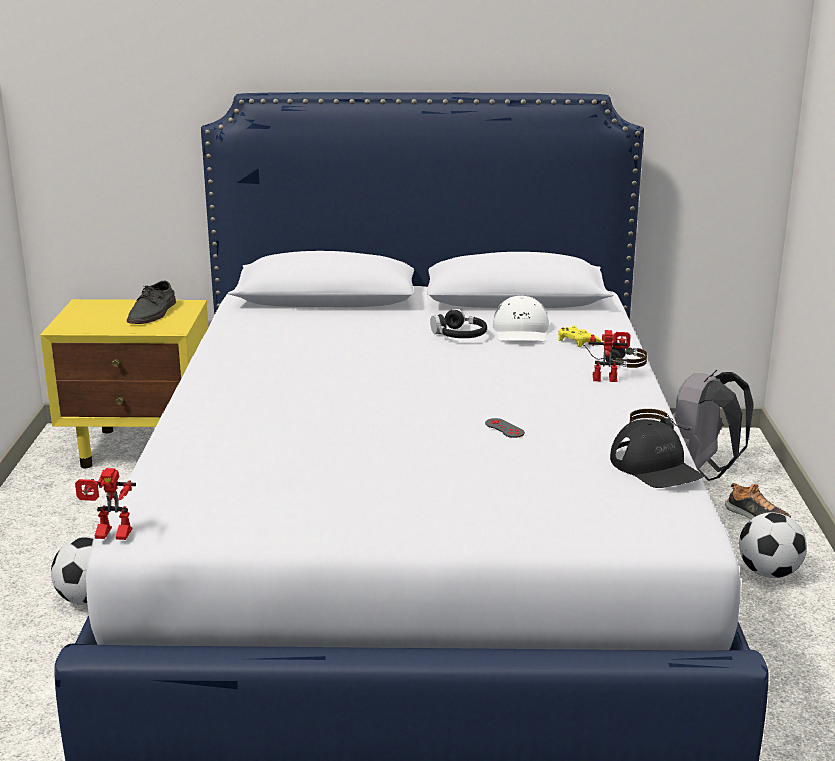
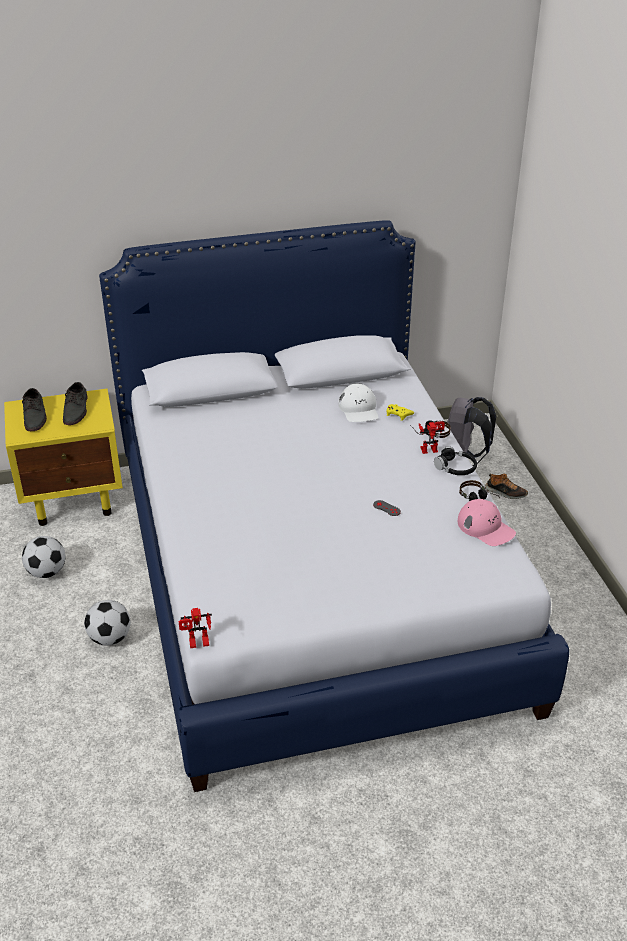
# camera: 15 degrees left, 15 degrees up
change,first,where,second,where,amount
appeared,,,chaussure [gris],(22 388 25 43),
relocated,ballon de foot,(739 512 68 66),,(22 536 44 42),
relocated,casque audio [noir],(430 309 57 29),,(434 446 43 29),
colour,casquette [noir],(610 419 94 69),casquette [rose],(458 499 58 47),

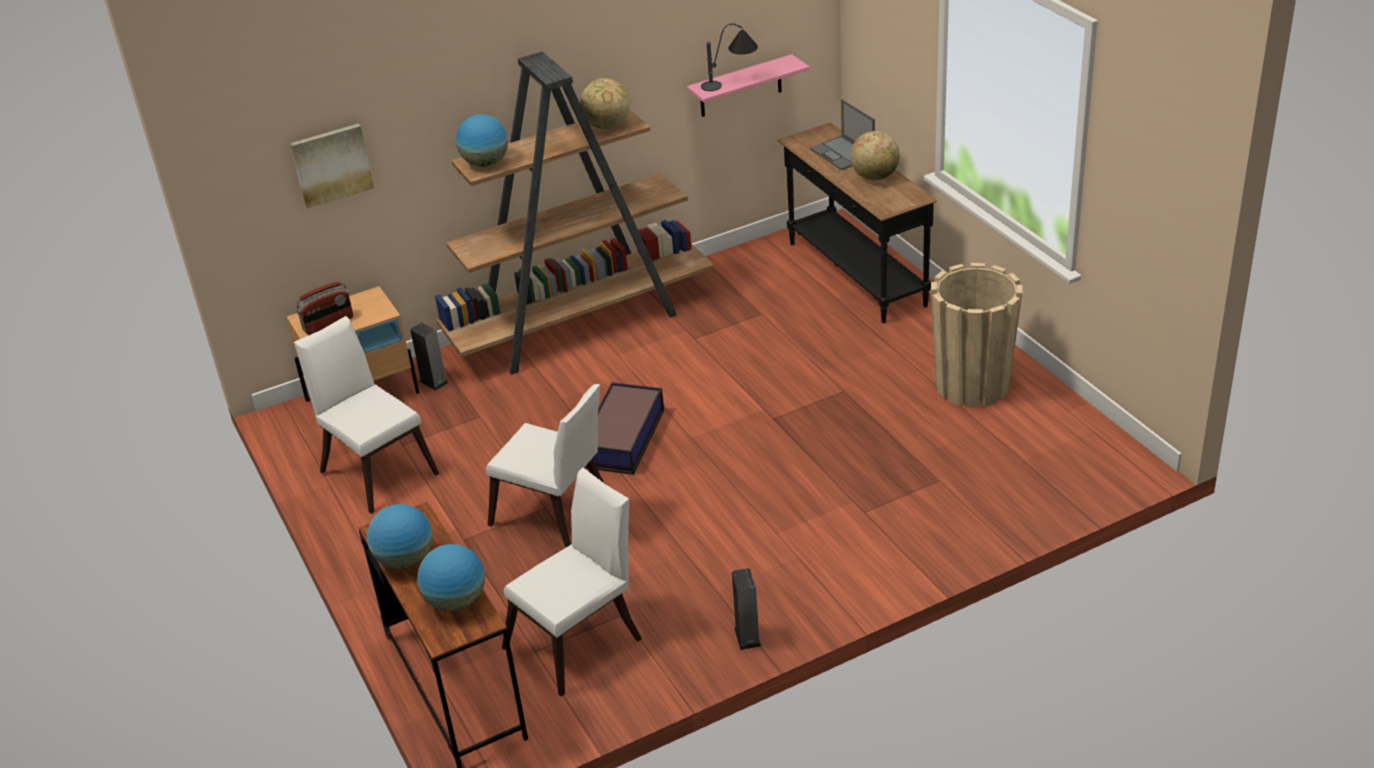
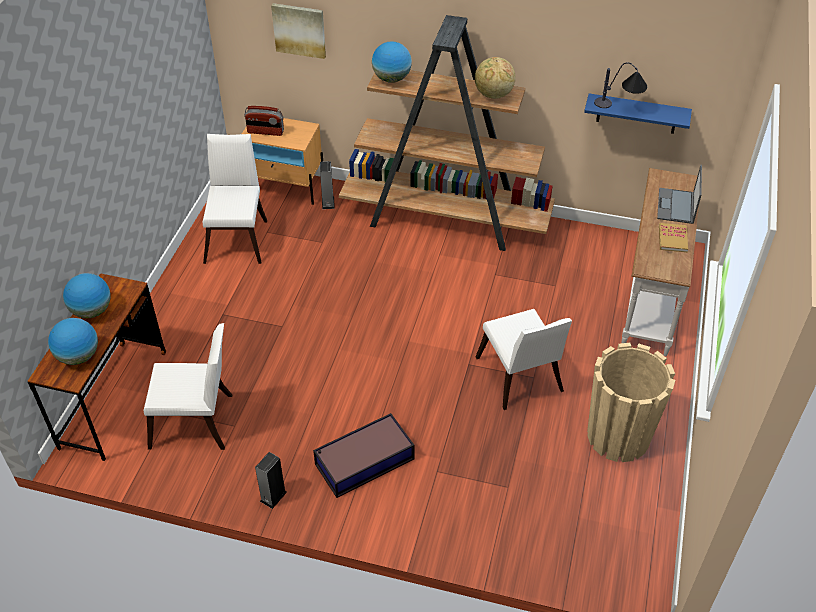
# camera: 40 degrees right, 10 degrees up
change,first,where,second,where,amount
relocated,boîte de rangement,(584 382 80 93),,(313 413 102 85),
relocated,chaise [blanc],(486 384 119 164),,(476 309 96 101),
colour,étagère [rose],(687 54 123 63),étagère [bleu],(584 93 108 41),
colour,table console [noir],(777 123 160 200),table console [blanc],(621 168 78 188),
exchanged,globe,(850 131 50 49),livre,(659 223 29 29),

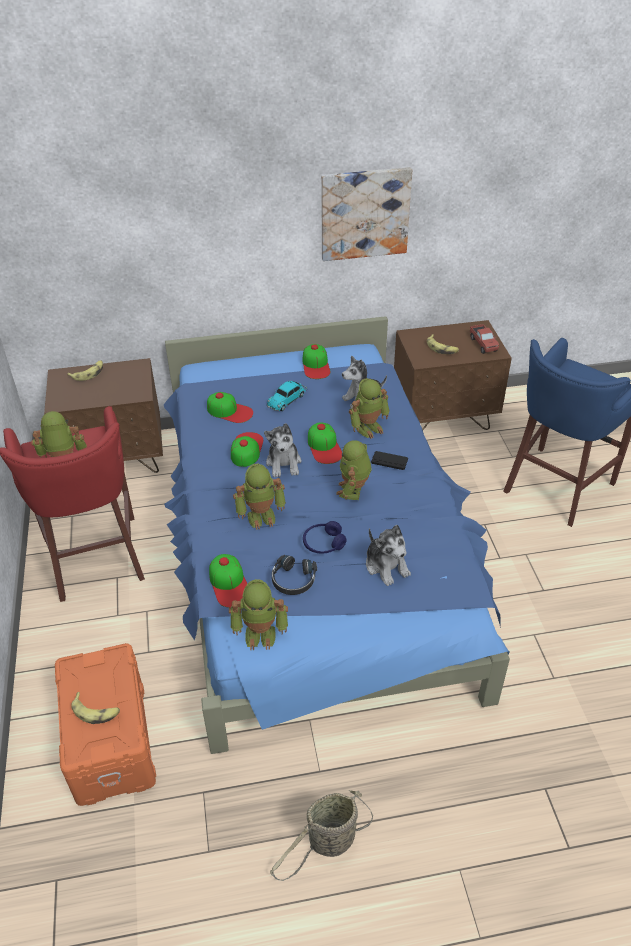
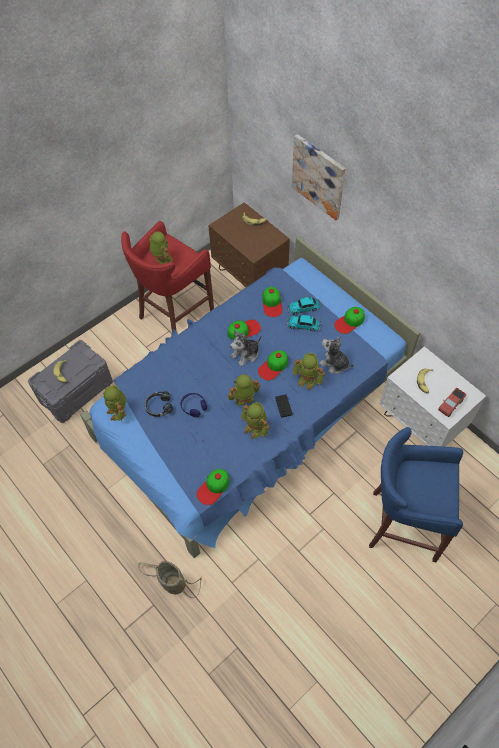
# camera: 60 degrees right, 15 degrees up
change,first,where,second,where,amount
colour,boîte de rangement [orange],(55 643 101 163),boîte de rangement [gris],(28 340 85 83),
relocated,panier,(270 790 103 91),,(138 561 64 37),
relocated,casquette,(209 554 39 54),,(197 469 33 36),
relocated,robot jouet,(233 463 53 67),,(241 402 29 37),
appeared,,,petite voiture,(287 297 34 18),
relocated,tableau,(321 167 91 94),,(292 134 53 86),
colour,table de chevet [marron],(394 320 118 110),table de chevet [blanc],(379 346 107 101),
missing,peluche,(366 525 45 61),,,

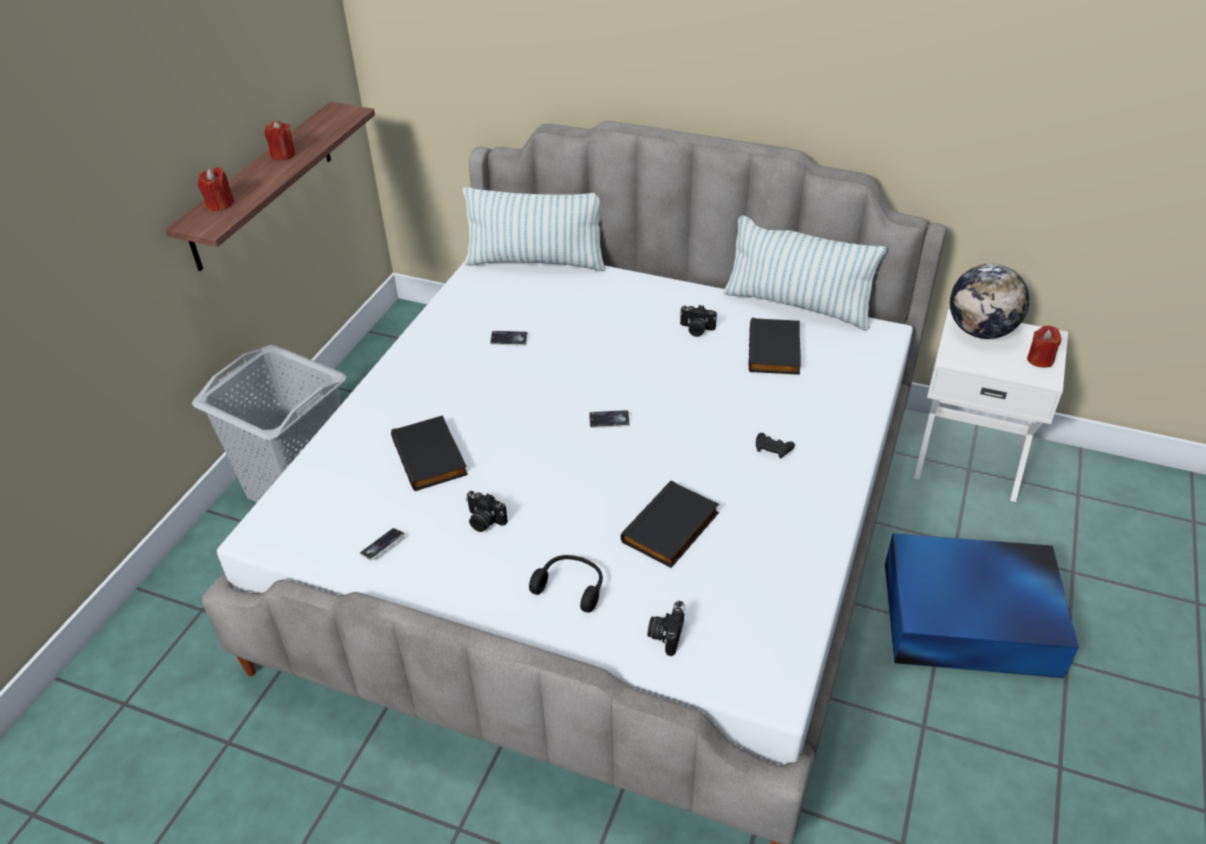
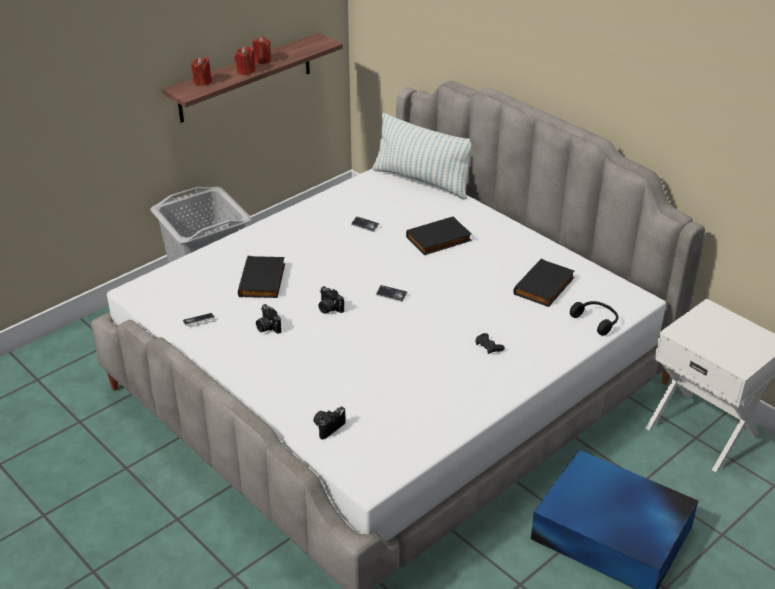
# camera: 25 degrees right, 5 degrees down
change,first,where,second,where,amount
relocated,bougie [rouge],(1027 325 35 43),,(235 46 21 29),
relocated,appareil photo,(680 305 37 32),,(318 286 26 28),
relocated,livre [noir],(621 480 98 88),,(406 216 66 39),
relocated,casque audio [noir],(529 555 74 58),,(570 301 48 35),
missing,coussin,(723 215 164 116),,,
missing,globe,(950 264 79 75),,,

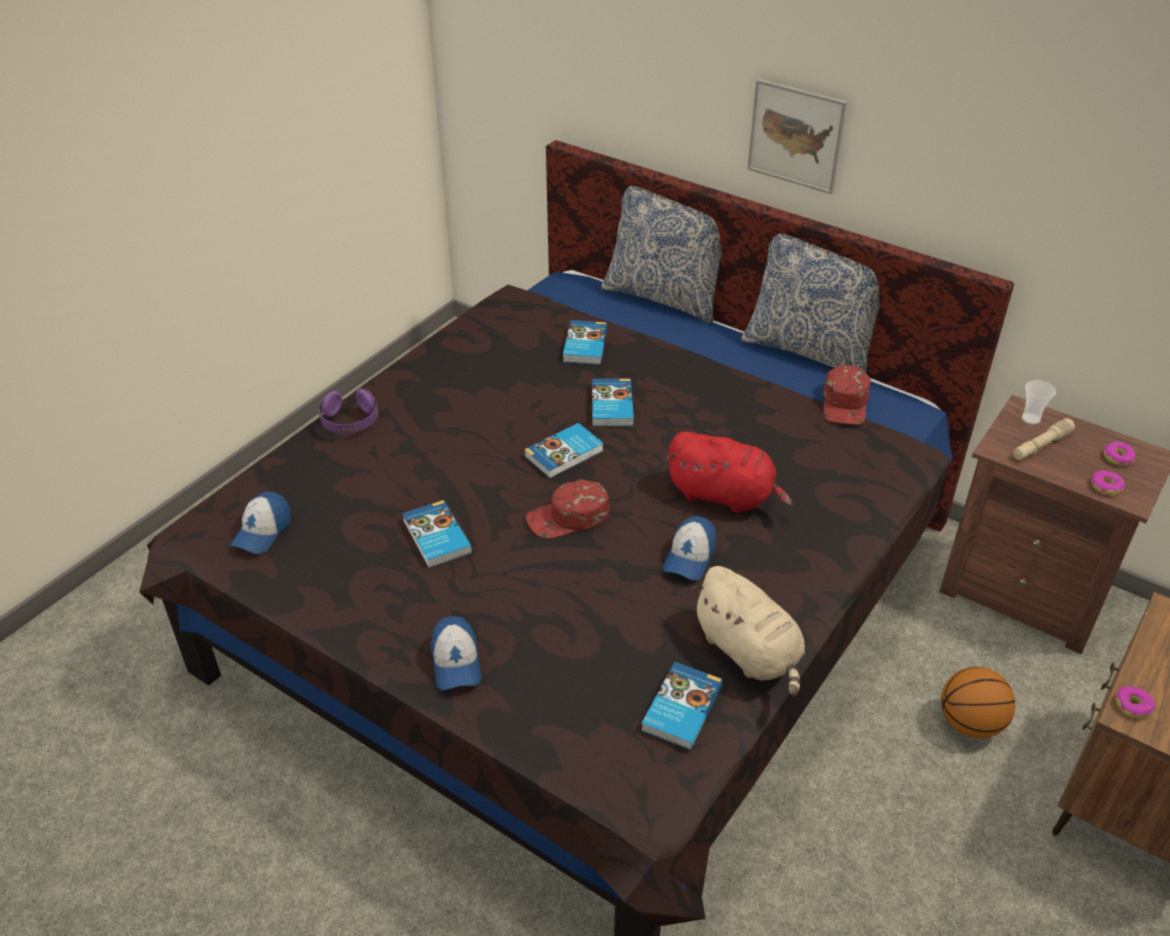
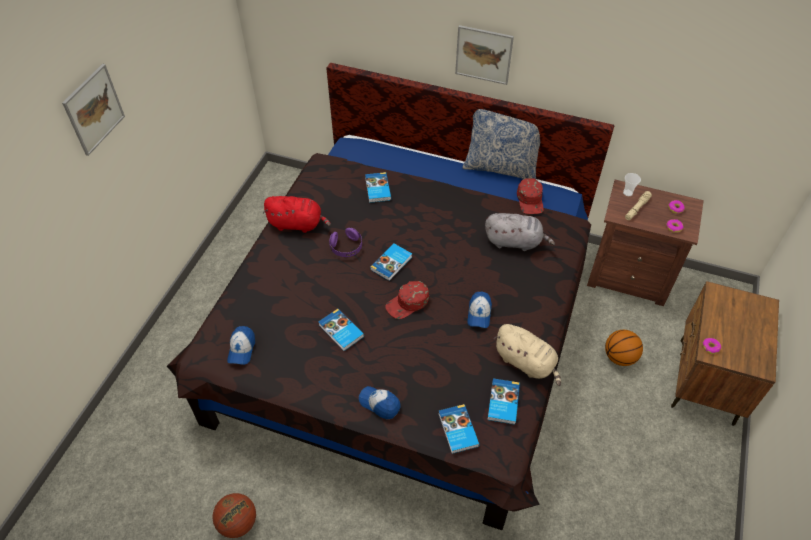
# camera: 15 degrees left, 10 degrees up
change,first,where,second,where,amount
appeared,,,tableau,(62 64 63 92),
appeared,,,ballon de basket,(213 493 43 45),
relocated,peluche [rouge],(666 432 126 81),,(263 196 68 37),
relocated,casque audio [violet],(319 389 59 45),,(329 228 33 29),
spun,casquette,(431 617 50 73),,(359 386 41 33),150 degrees clockwise
relocated,livre,(592 379 42 47),,(439 404 40 50),
appeared,,,peluche [gris],(485 213 70 38),
missing,coussin,(601 186 121 138),,,

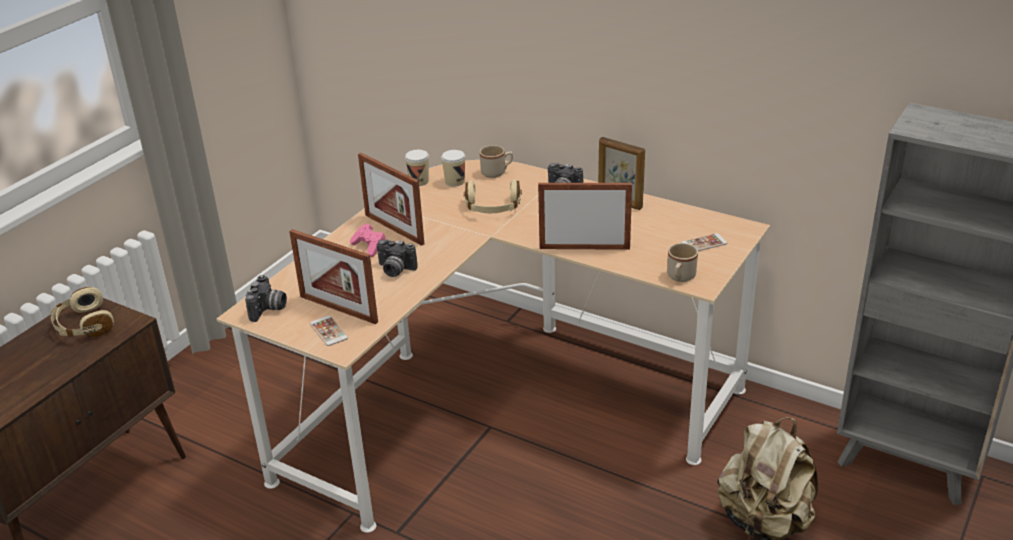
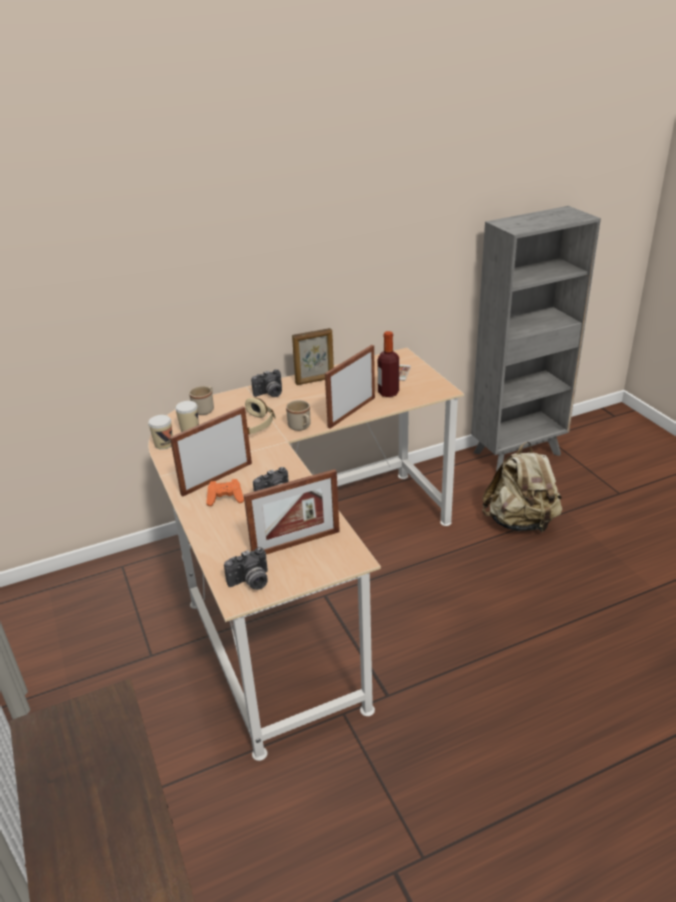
# camera: 55 degrees left, 0 degrees up
change,first,where,second,where,amount
spun,cadre photo,(358 153 66 93),,(170 406 82 91),150 degrees clockwise
colour,manette [rose],(350 224 36 33),manette [orange],(206 479 38 27),
spun,appareil photo,(245 275 42 47),,(224 547 44 43),105 degrees clockwise
relocated,mug [beige],(667 243 31 39),,(286 400 24 31),
appeared,,,bouteille,(378 331 21 66),
missing,casque audio [beige],(51 287 63 50),,,
missing,téléphone,(310 315 38 31),,,

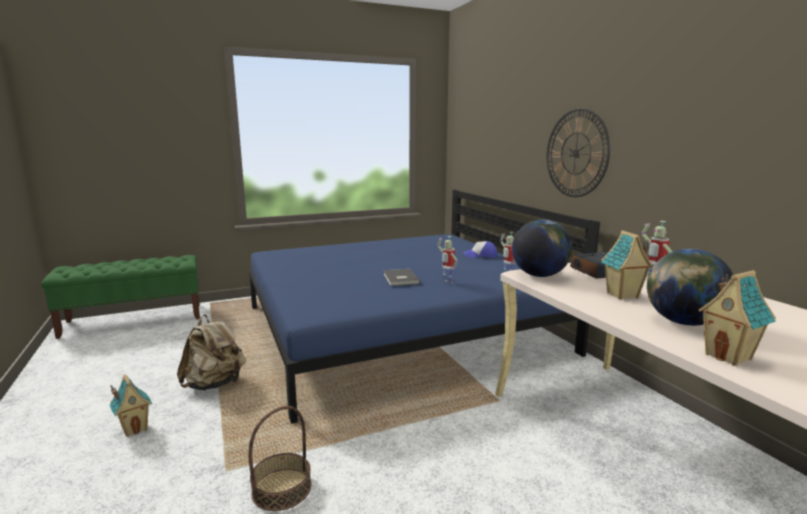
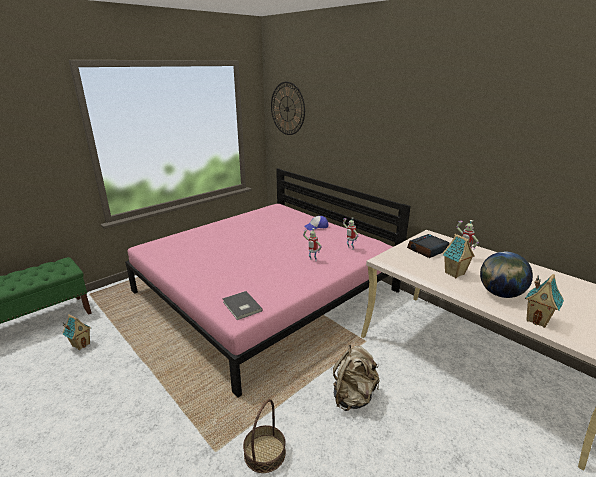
# camera: 20 degrees left, 10 degrees up
change,first,where,second,where,amount
relocated,maison miniature,(110 374 42 63),,(62 314 29 36),
colour,lit [bleu],(249 190 351 234),lit [rose],(125 168 286 229),
relocated,livre [gris],(383 269 37 17),,(222 291 41 29),
relocated,horloge murale,(547 108 63 89),,(271 82 34 53),
relocated,sac à dos [beige],(177 315 69 75),,(333 345 46 66),
missing,globe,(512 220 60 57),,,

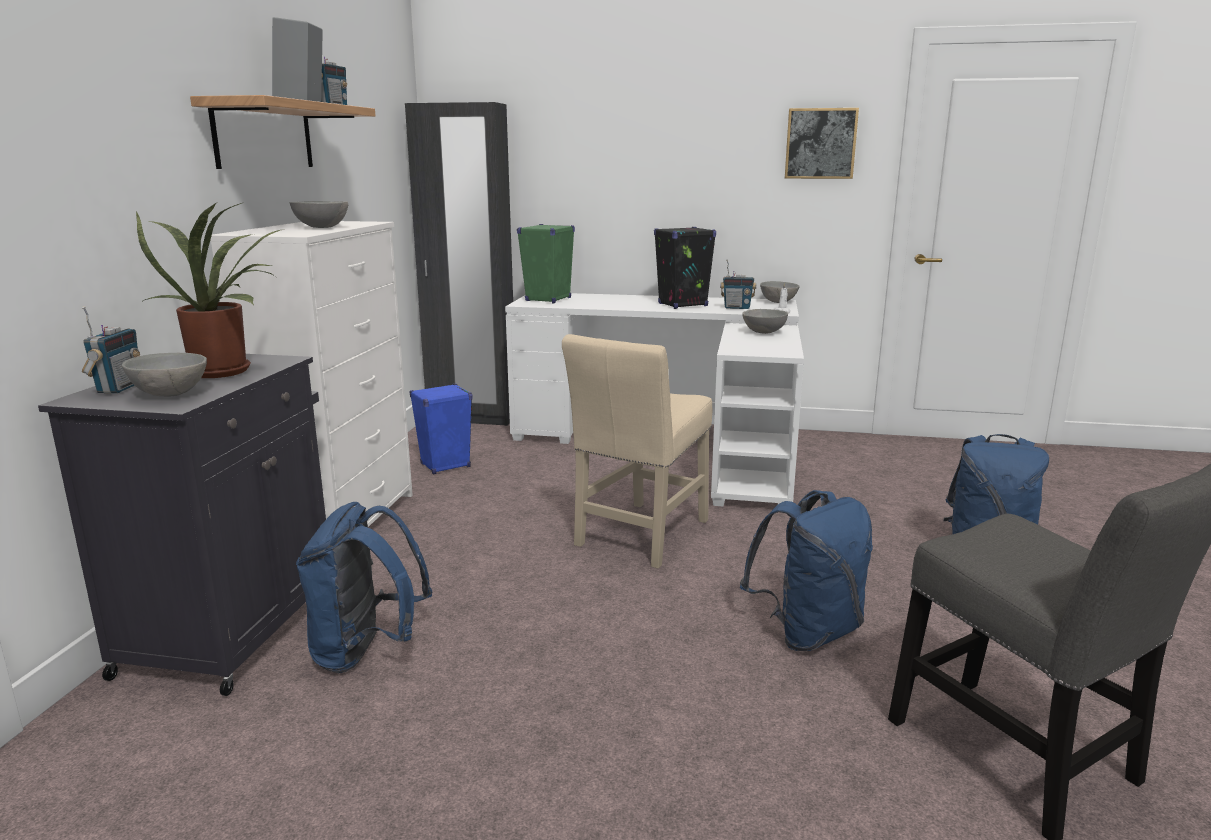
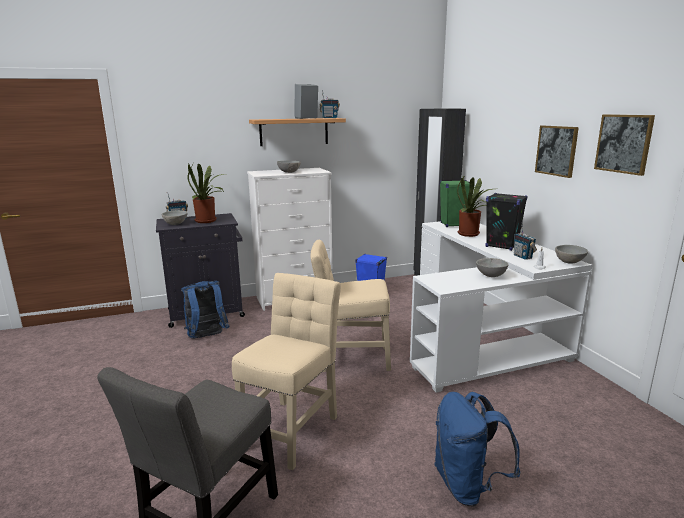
# camera: 60 degrees right, 0 degrees up
change,first,where,second,where,amount
exchanged,sac à dos [bleu],(740 490 133 161),chaise [beige],(232 273 109 197),
appeared,,,plante en pot,(457 177 35 60),
appeared,,,tableau,(535 125 44 53),

